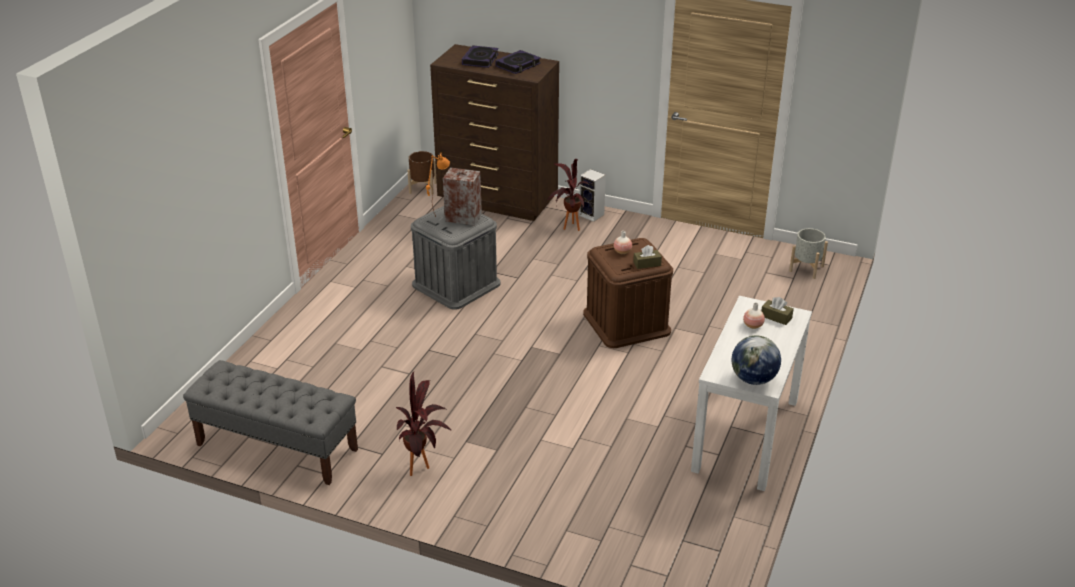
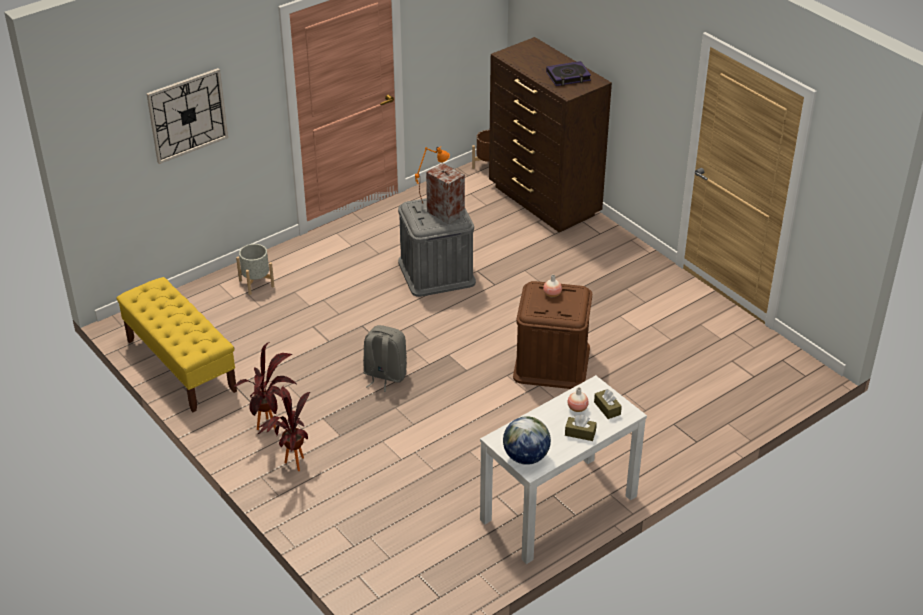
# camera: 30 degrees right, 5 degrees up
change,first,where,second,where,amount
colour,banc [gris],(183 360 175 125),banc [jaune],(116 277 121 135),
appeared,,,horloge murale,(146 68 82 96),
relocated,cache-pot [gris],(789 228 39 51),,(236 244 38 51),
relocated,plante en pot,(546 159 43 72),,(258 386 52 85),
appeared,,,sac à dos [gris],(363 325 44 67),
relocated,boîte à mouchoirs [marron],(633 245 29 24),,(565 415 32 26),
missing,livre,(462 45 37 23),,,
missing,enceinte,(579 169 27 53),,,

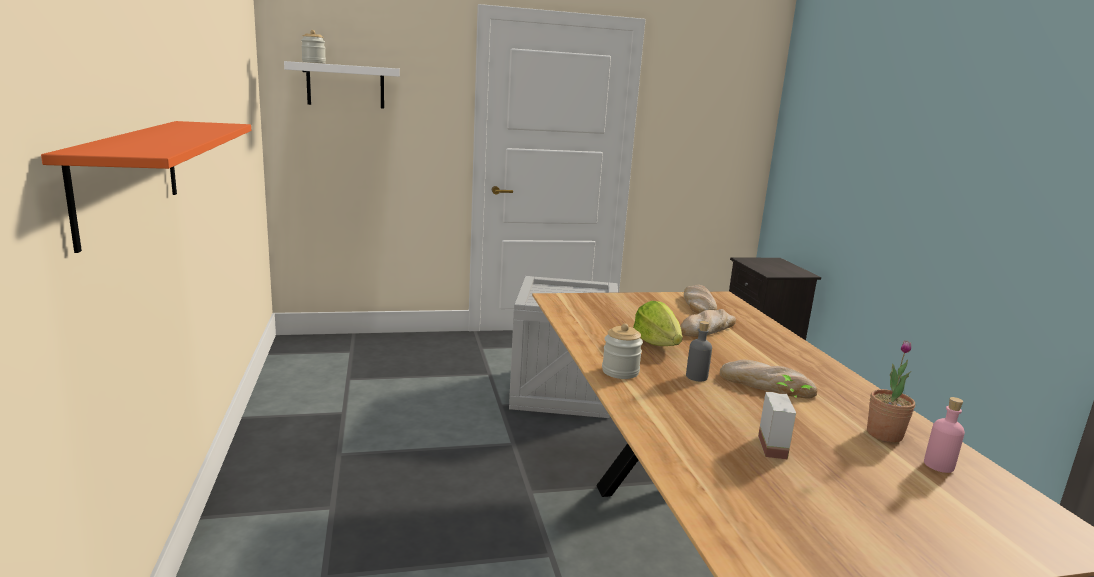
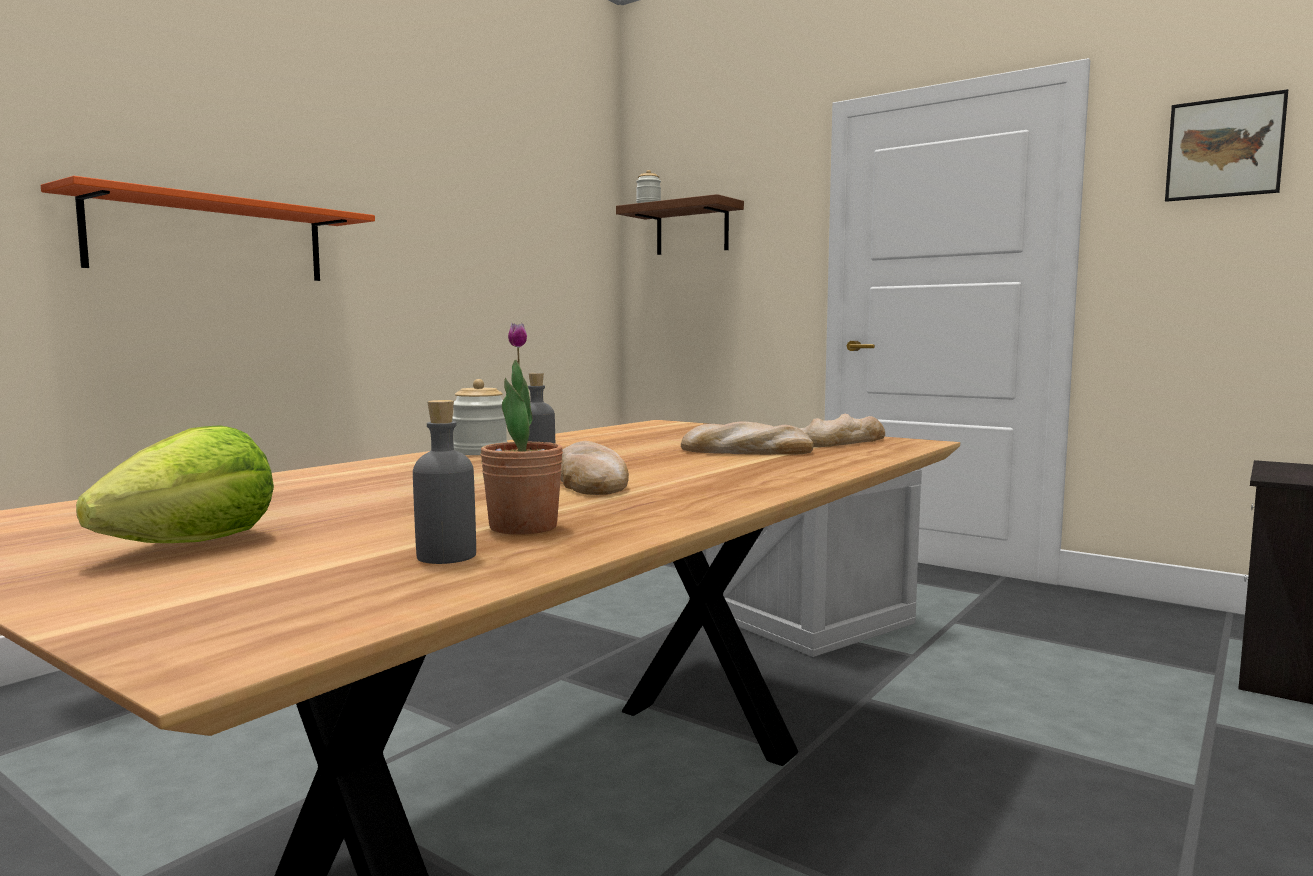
# camera: 50 degrees right, 10 degrees down
change,first,where,second,where,amount
relocated,laitue,(633 301 49 45),,(76 425 198 118),
colour,bouteille [rose],(924 397 41 76),bouteille [gris],(413 400 63 164),
colour,étagère [blanc],(284 61 116 47),étagère [marron],(616 194 128 61),
appeared,,,tableau,(1165 89 123 113),
missing,plante en pot,(758 375 55 84),,,

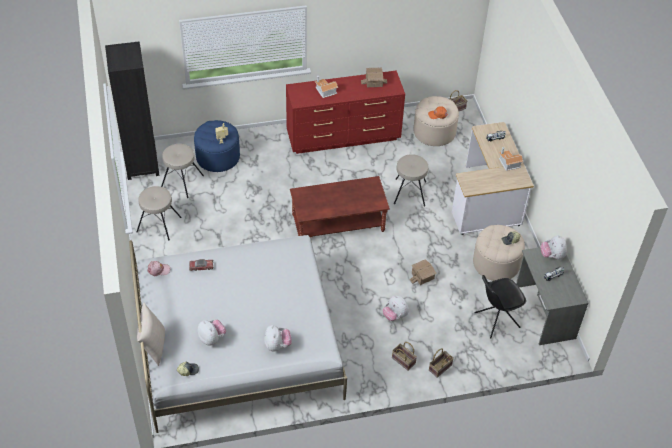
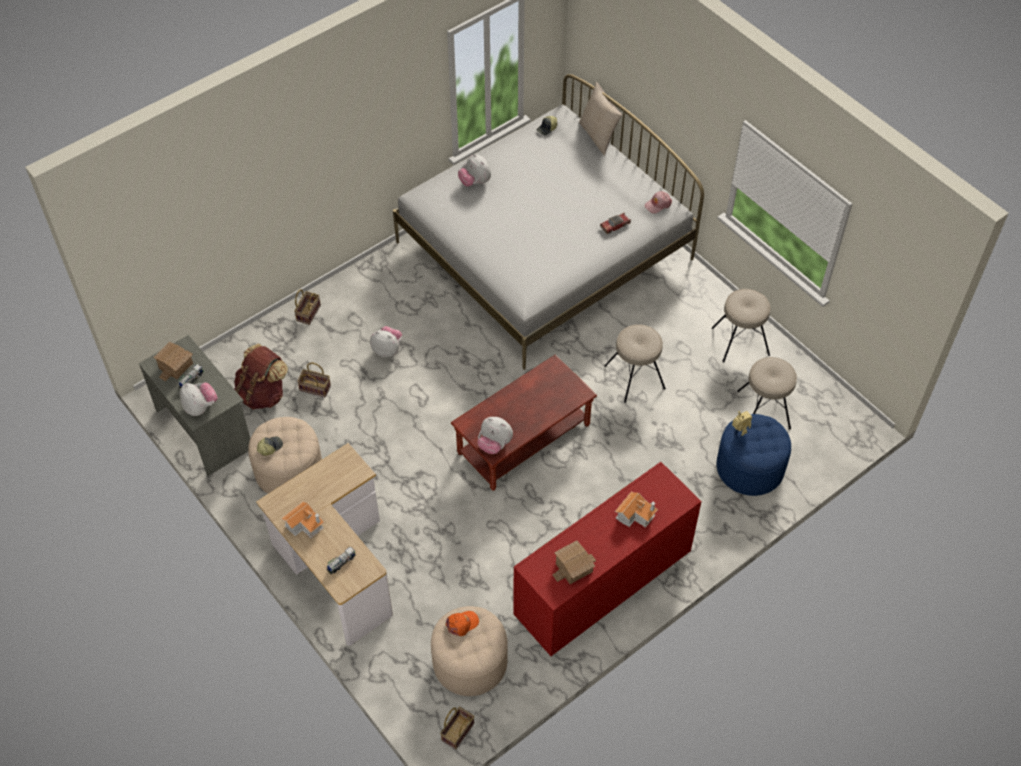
# camera: 155 degrees right, 5 degrees up
change,first,where,second,where,amount
relocated,maison miniature,(410 259 27 26),,(153 342 40 39),
exchanged,chaise [noir],(474 275 52 63),sac à dos [marron],(234 343 54 67),
relocated,panier,(392 342 25 28),,(297 363 34 34),
relocated,peluche,(198 320 28 25),,(478 417 35 37),
relocated,tabouret [beige],(394 154 34 53),,(604 325 62 78),
missing,bibliothèque [noir],(105 42 55 138),,,

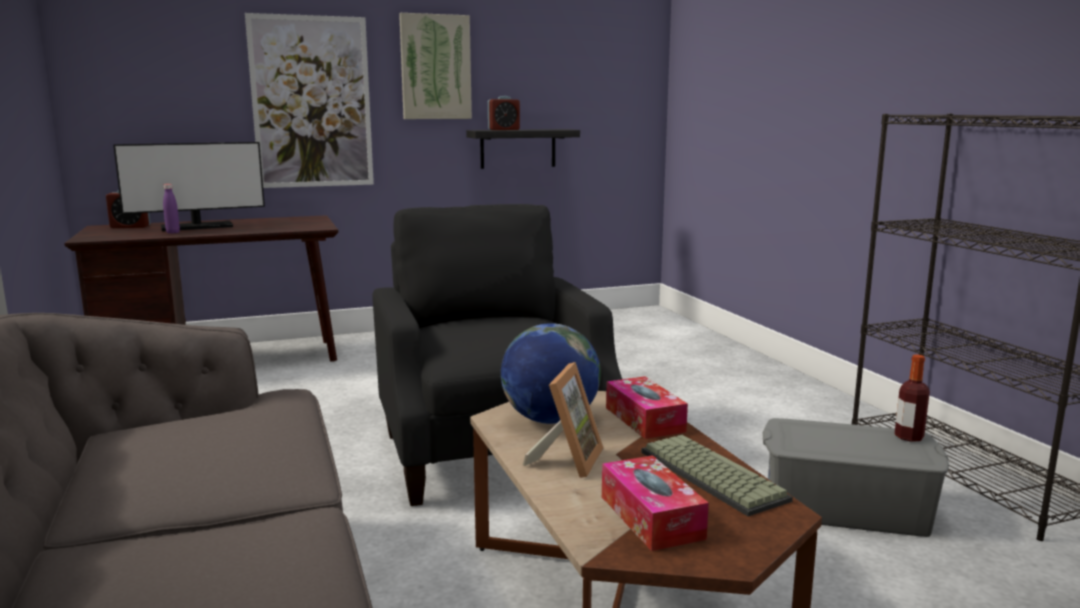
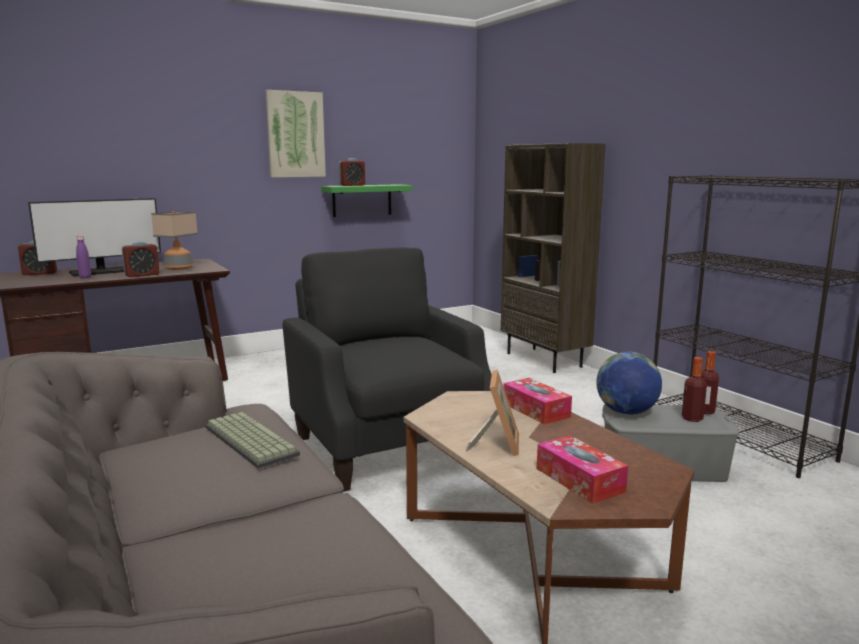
# camera: 10 degrees left, 0 degrees up
change,first,where,second,where,amount
appeared,,,réveil,(122 242 37 35),
appeared,,,lampe de table,(151 211 47 59),
relocated,clavier,(641 435 152 81),,(205 412 95 56),
colour,étagère [noir],(466 129 114 40),étagère [vert],(321 184 92 33),
appeared,,,bibliothèque [marron],(501 143 105 230),
relocated,globe,(501 323 100 101),,(596 352 66 63),
appeared,,,bouteille,(682 357 25 65),
missing,tableau,(245 13 129 175),,,

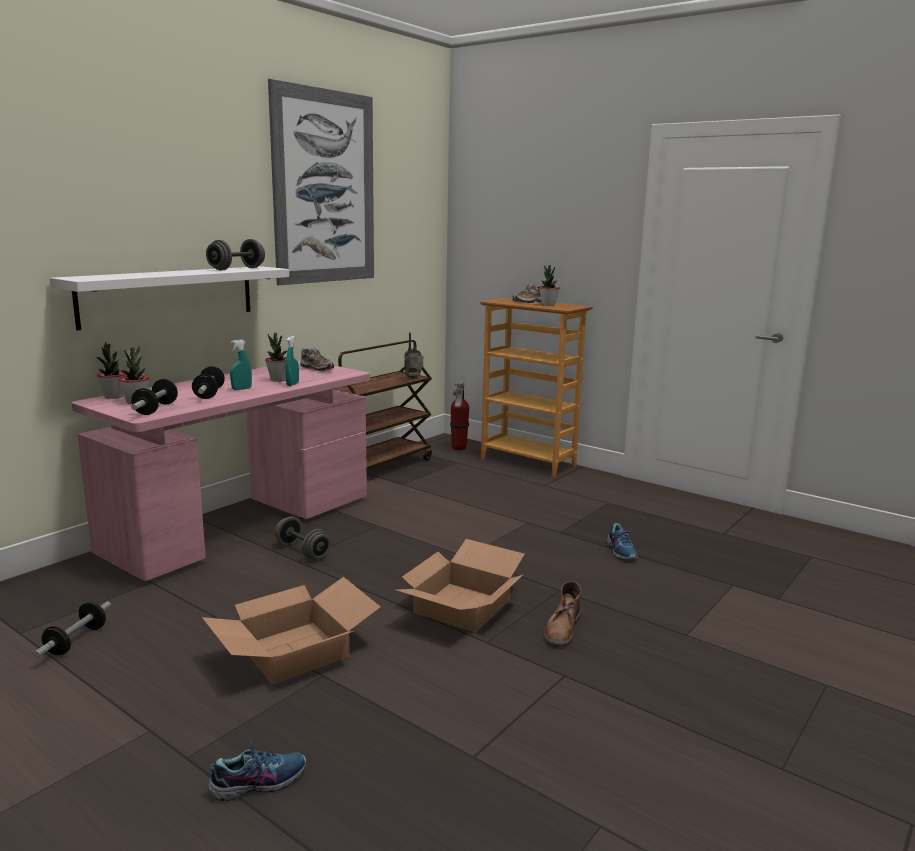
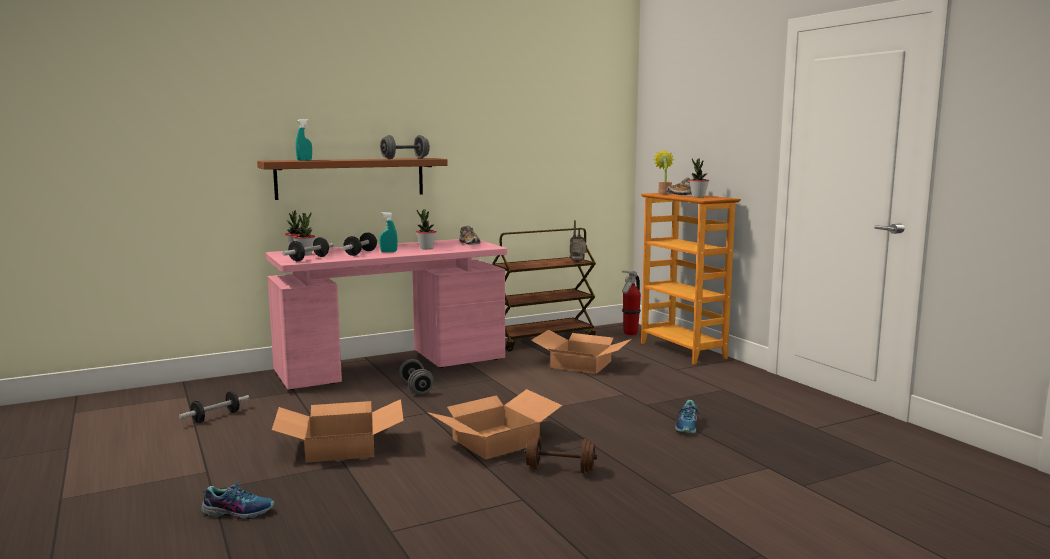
# camera: 25 degrees right, 5 degrees down
change,first,where,second,where,amount
colour,étagère [blanc],(50 266 239 64),étagère [marron],(257 158 191 42),
relocated,vaporisateur [turquoise],(285 336 14 50),,(296 119 16 42),
exchanged,botte [marron],(544 581 37 66),haltère [marron],(525 435 72 39),
appeared,,,carton,(531 330 100 44),
appeared,,,plante en pot,(653 150 21 44),
missing,tableau,(268 79 106 206),,,

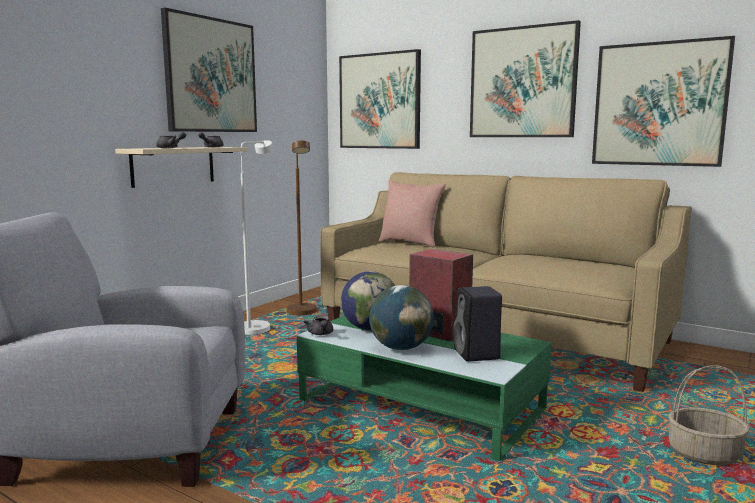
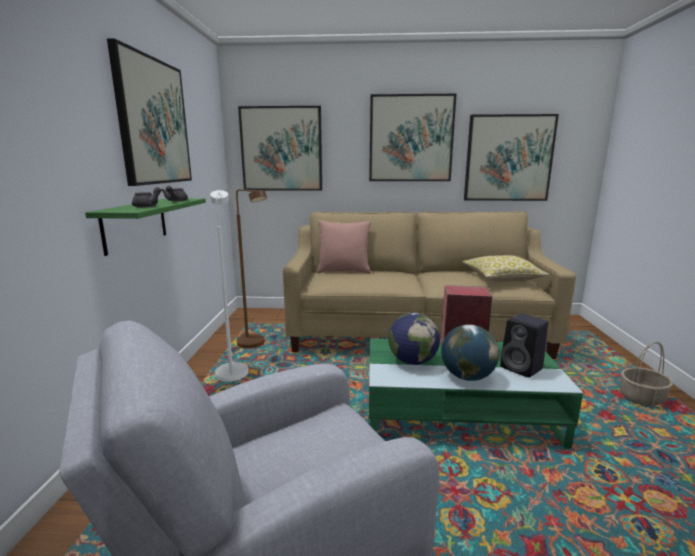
# camera: 30 degrees left, 5 degrees up
change,first,where,second,where,amount
colour,étagère [beige],(115 147 133 41),étagère [vert],(85 198 121 58),
appeared,,,coussin,(462 255 88 27),
missing,théière [gris],(304 316 29 19),,,

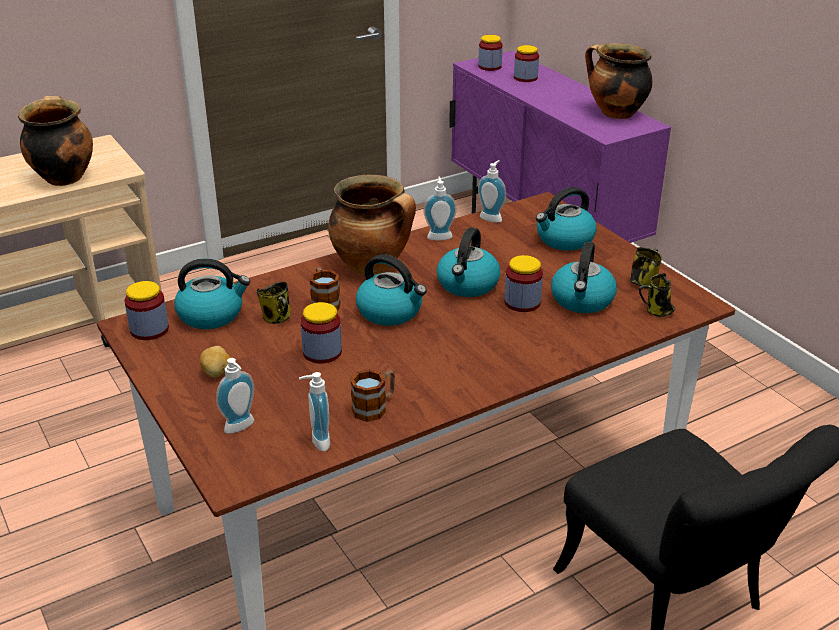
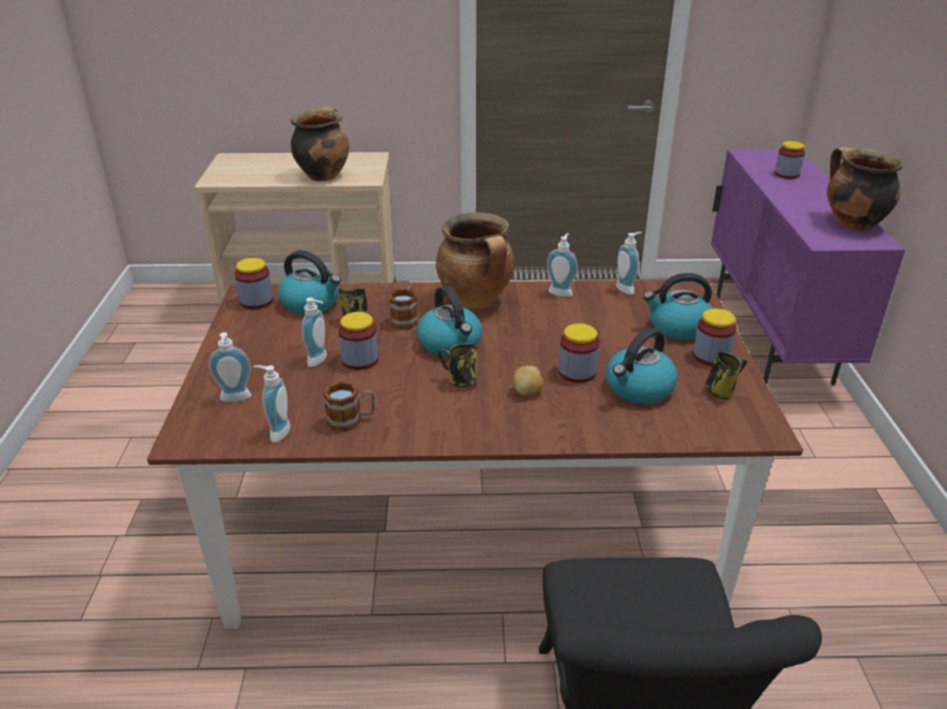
# camera: 30 degrees right, 0 degrees up
change,first,where,second,where,amount
appeared,,,distributeur de savon,(302 298 25 69),
relocated,mug,(639 273 36 44),,(438 343 39 45),
relocated,pomme de terre,(200 346 31 31),,(512 366 32 30),
relocated,bocal,(478 35 25 36),,(693 308 44 58),
missing,bouilloire,(437 227 64 70),,,

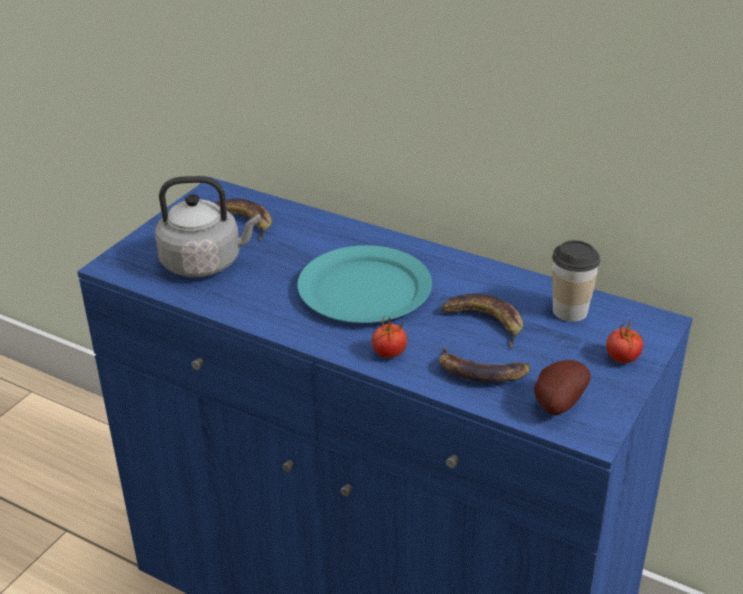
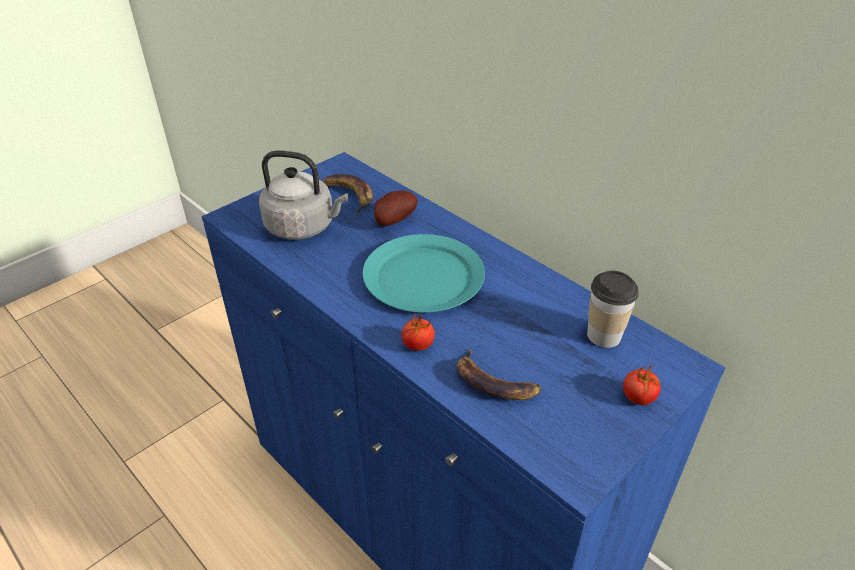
# camera: 15 degrees right, 5 degrees up
change,first,where,second,where,amount
relocated,pomme de terre,(534 360 56 55),,(374 190 44 36),
missing,banane,(440 293 83 55),,,

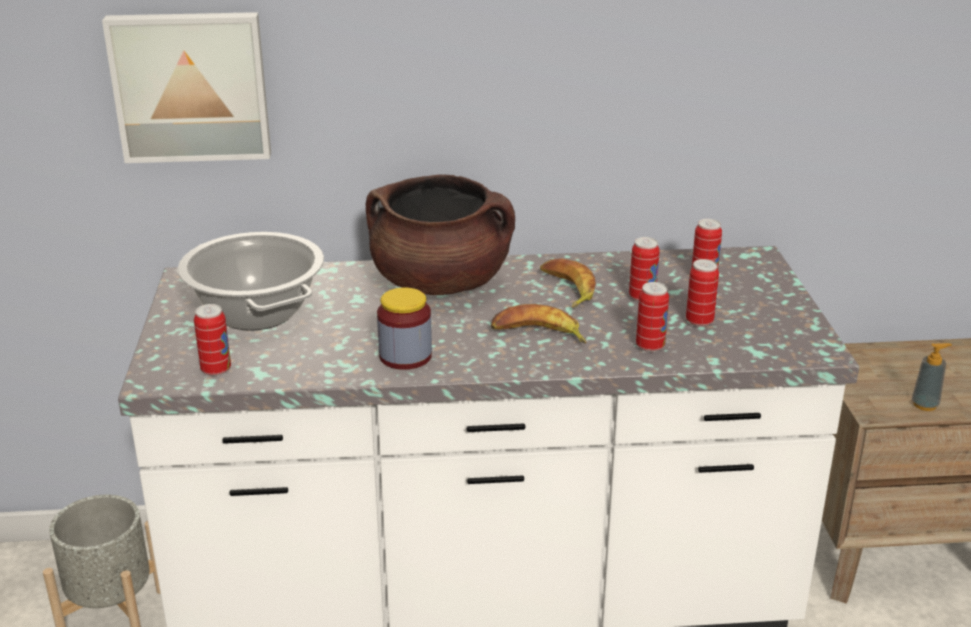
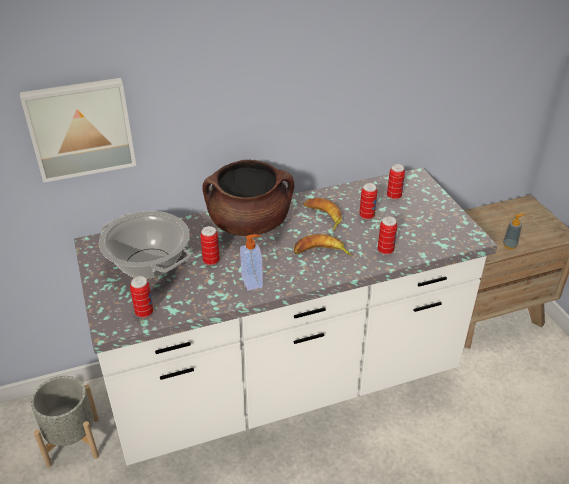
# camera: 15 degrees left, 10 degrees up
change,first,where,second,where,amount
relocated,boîte métallique,(686 259 33 68),,(200 226 20 39),
exchanged,bocal,(377 287 55 83),distributeur de savon,(240 234 23 57),

